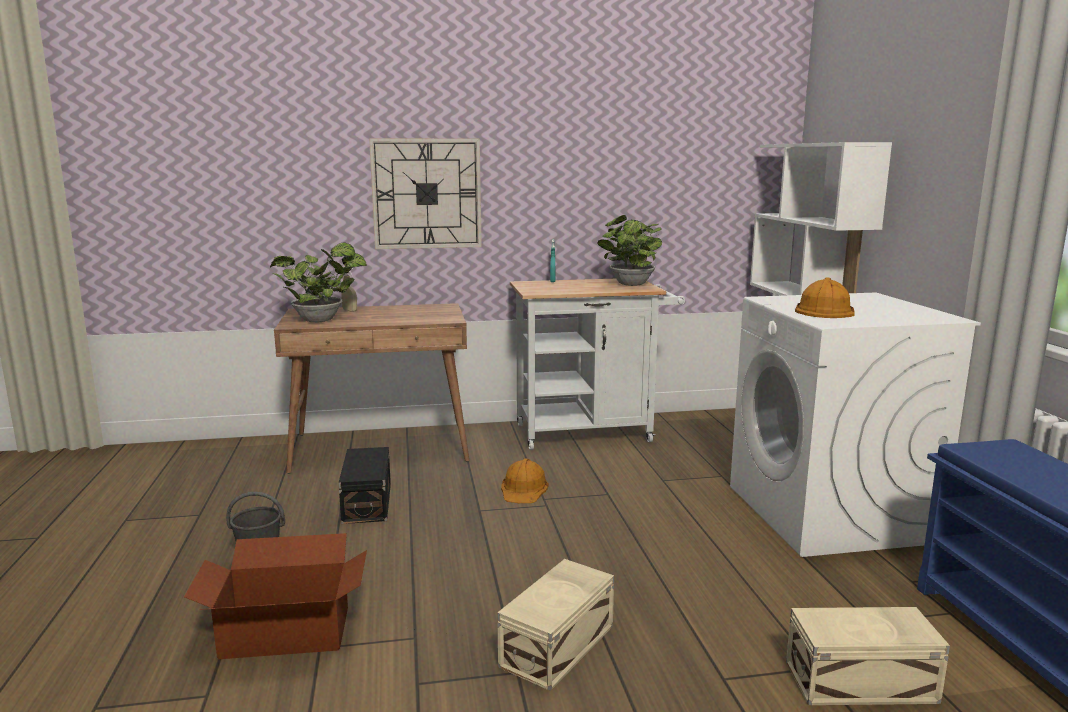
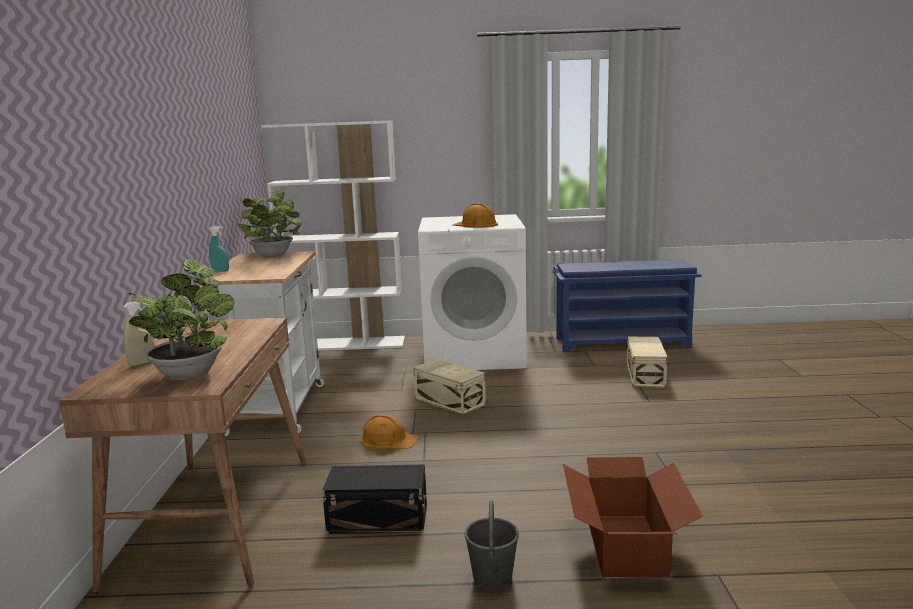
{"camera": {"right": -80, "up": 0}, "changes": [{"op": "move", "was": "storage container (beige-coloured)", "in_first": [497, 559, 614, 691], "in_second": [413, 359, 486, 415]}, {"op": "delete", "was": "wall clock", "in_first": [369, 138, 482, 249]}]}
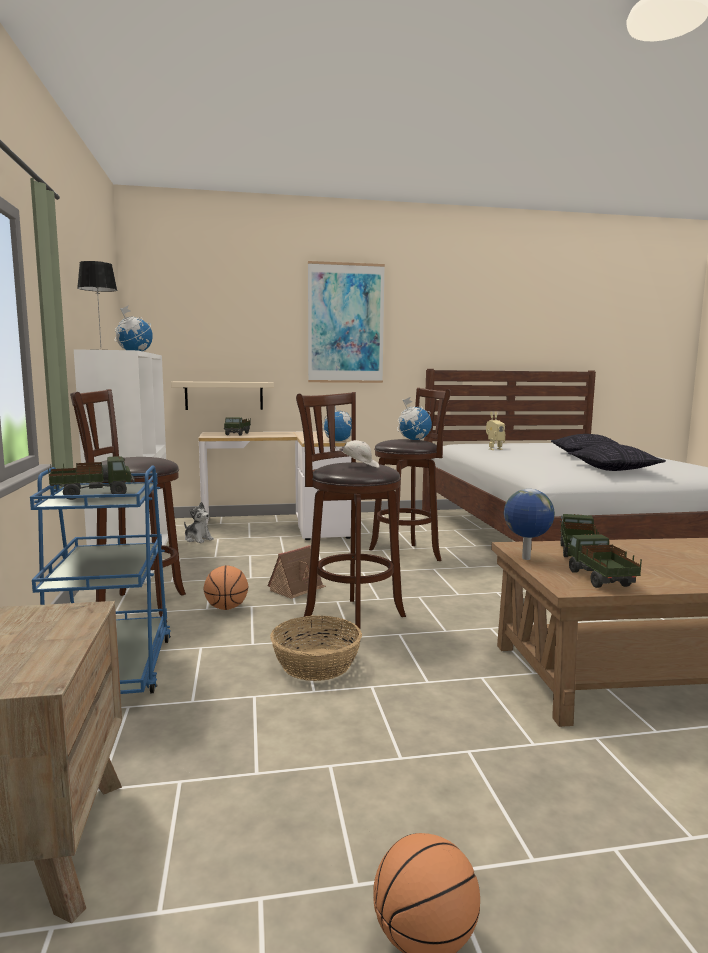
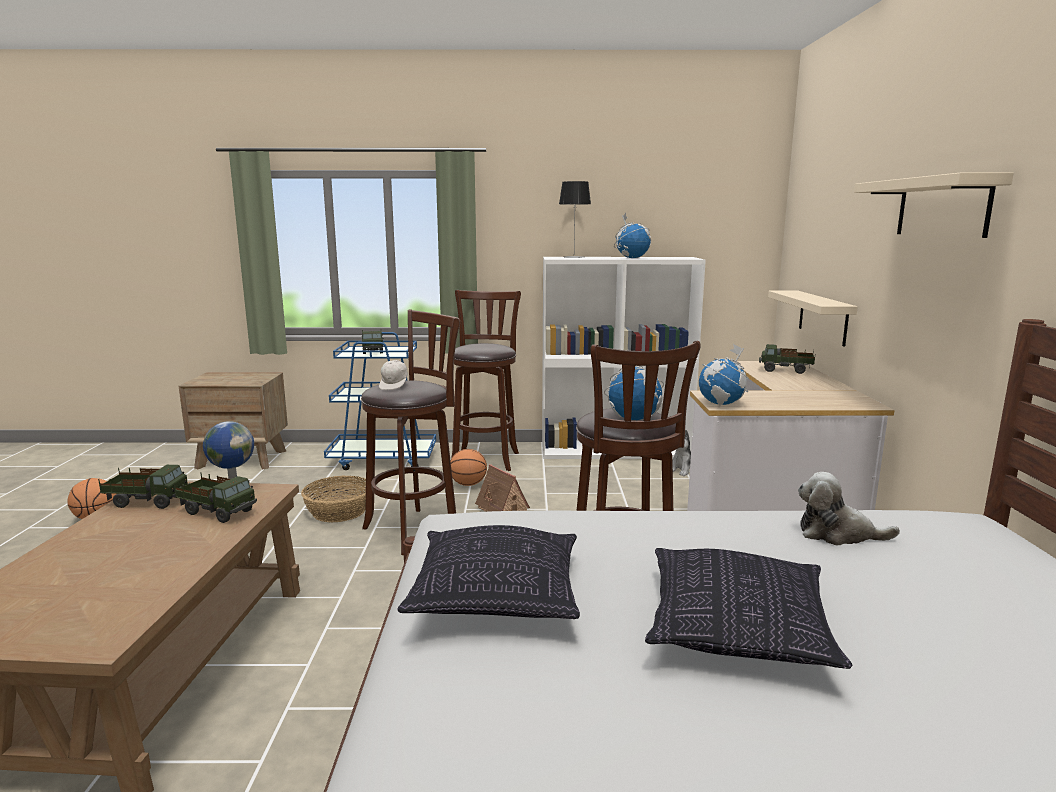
{"camera": {"right": 100, "up": 5}, "changes": [{"op": "replace", "was": "toy robot", "now": "soft toy", "in_first": [486, 412, 506, 450], "in_second": [798, 472, 900, 545]}, {"op": "replace", "was": "picture", "now": "bracket shelf (beige-coloured)", "in_first": [308, 261, 385, 383], "in_second": [854, 172, 1014, 238]}]}
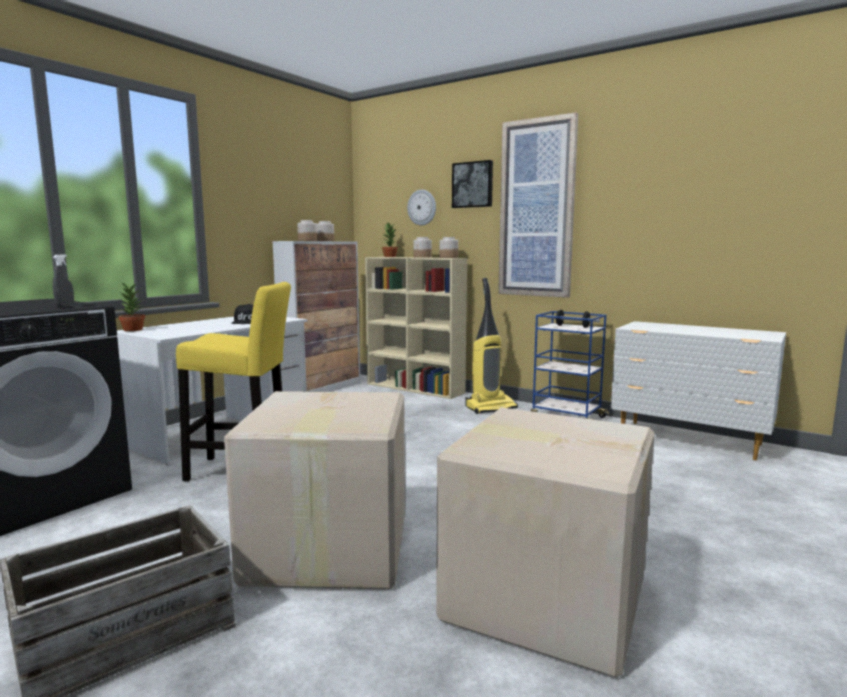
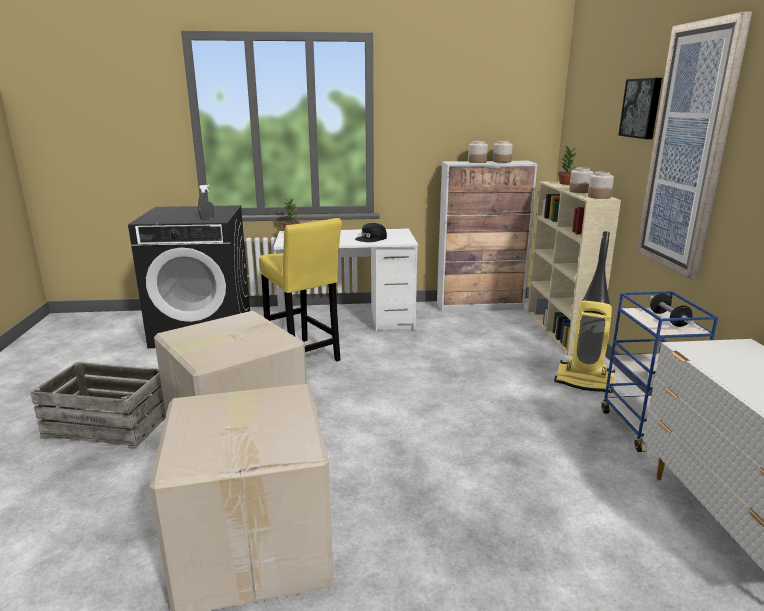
{"camera": {"right": 50, "up": 10}, "changes": [{"op": "delete", "was": "wall clock", "in_first": [407, 189, 436, 225]}]}
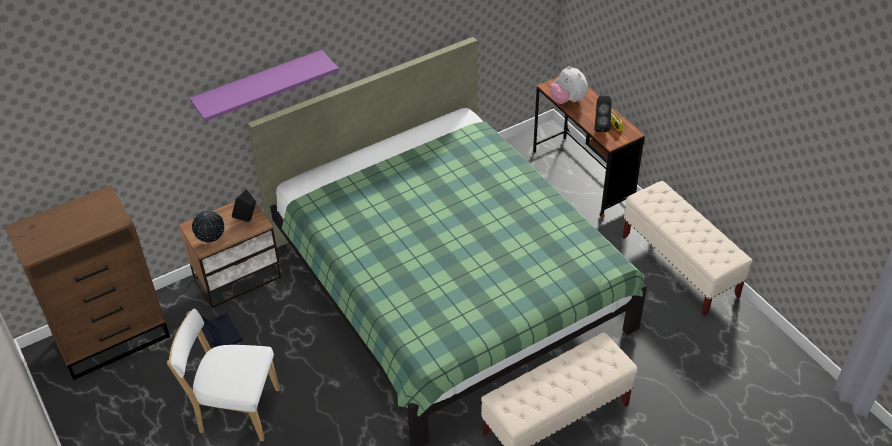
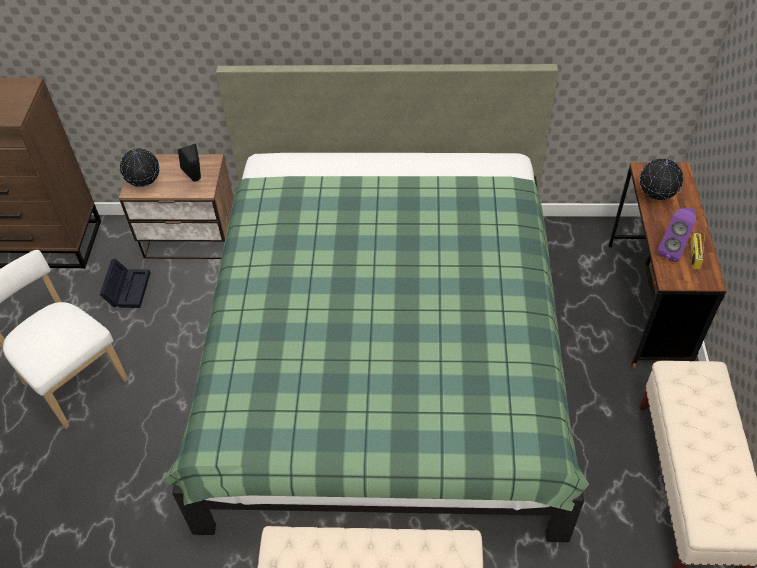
{"camera": {"right": 35, "up": 5}, "changes": [{"op": "replace", "was": "soft toy", "now": "desk globe", "in_first": [550, 66, 588, 104], "in_second": [640, 159, 683, 200]}, {"op": "recolor", "was": "audio speaker (black-coloured)", "now": "audio speaker (purple)", "in_first": [595, 94, 612, 132], "in_second": [658, 208, 696, 262]}, {"op": "delete", "was": "bracket shelf (purple)", "in_first": [189, 50, 339, 121]}]}
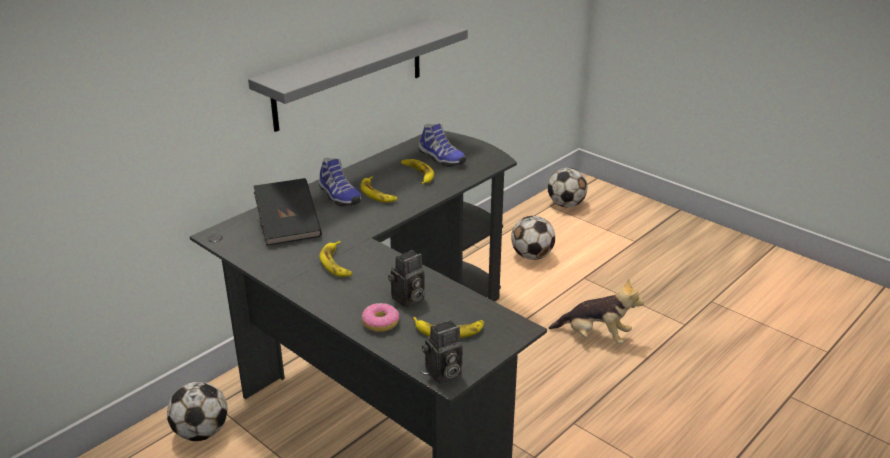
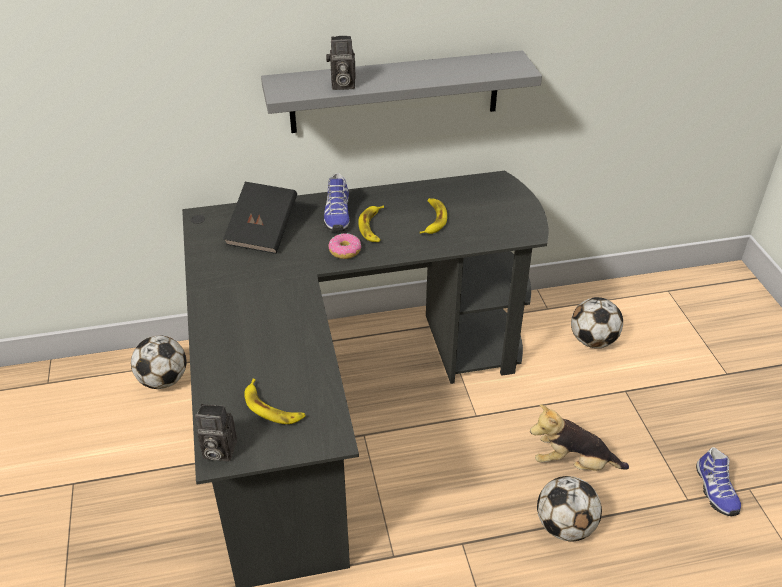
{"camera": {"right": 35, "up": 10}, "changes": [{"op": "move", "was": "still camera", "in_first": [388, 250, 425, 308], "in_second": [326, 36, 356, 90]}, {"op": "move", "was": "doughnut", "in_first": [362, 303, 399, 332], "in_second": [328, 233, 361, 259]}, {"op": "rotate", "was": "soft toy", "in_first": [548, 278, 644, 344], "in_second": [530, 404, 629, 471], "clockwise": 135}, {"op": "move", "was": "ball for football", "in_first": [548, 167, 588, 208], "in_second": [537, 476, 602, 542]}, {"op": "move", "was": "shoe", "in_first": [419, 124, 466, 167], "in_second": [696, 447, 741, 516]}, {"op": "delete", "was": "banana fruit", "in_first": [319, 241, 352, 277]}]}
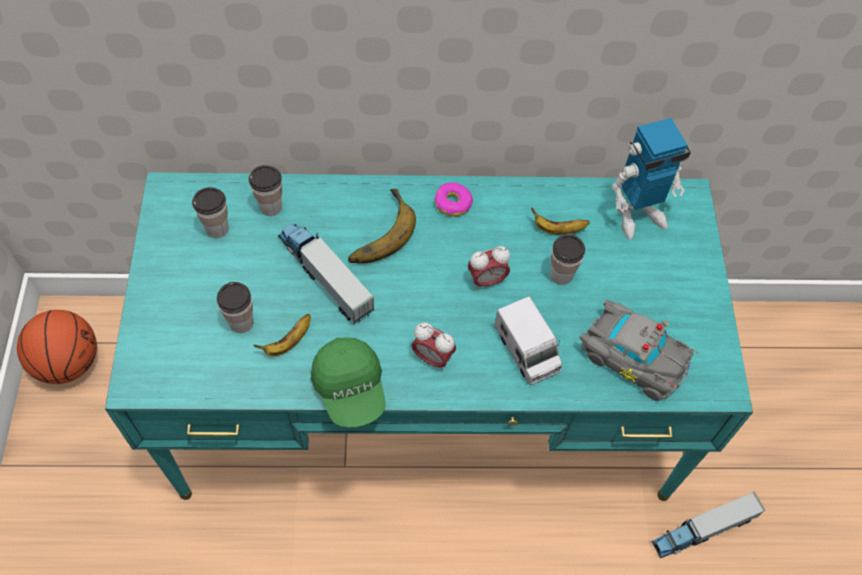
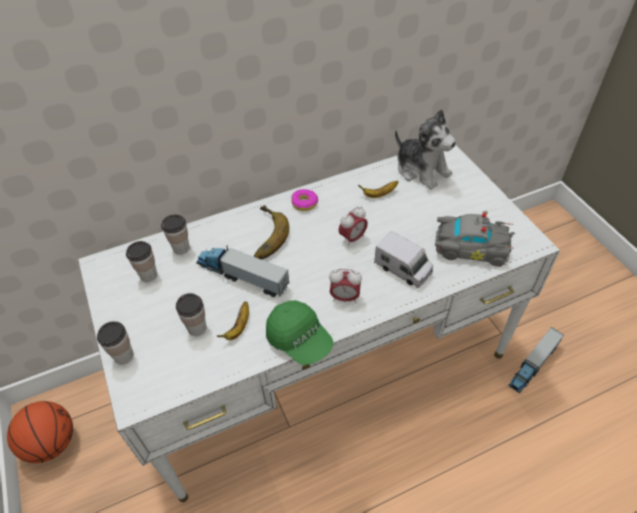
{"camera": {"right": -20, "up": -10}, "changes": [{"op": "recolor", "was": "desk table (turquoise-coloured)", "now": "desk table (white-coloured)", "in_first": [105, 172, 753, 501], "in_second": [78, 145, 560, 502]}, {"op": "move", "was": "small cup", "in_first": [550, 234, 585, 285], "in_second": [97, 321, 134, 365]}, {"op": "replace", "was": "toy robot", "now": "soft toy", "in_first": [612, 118, 691, 240], "in_second": [395, 109, 456, 190]}]}
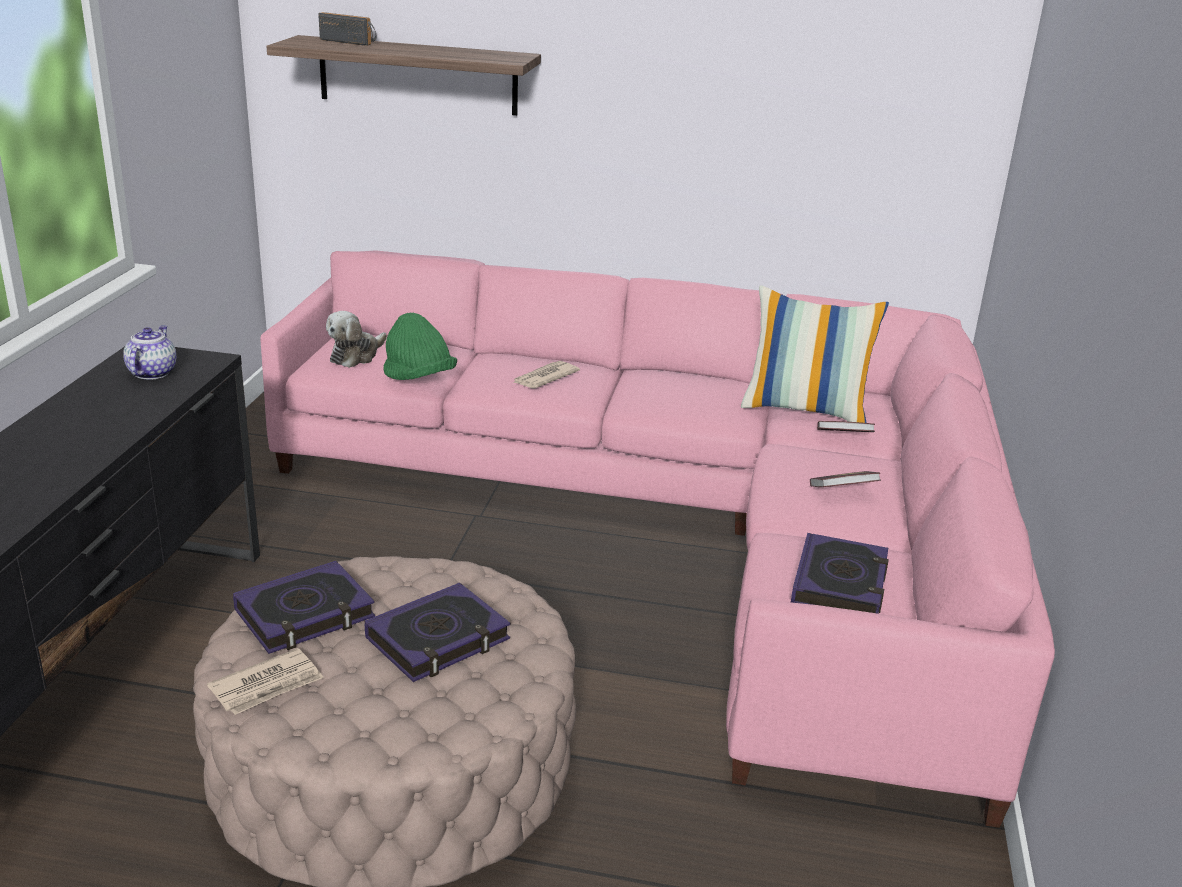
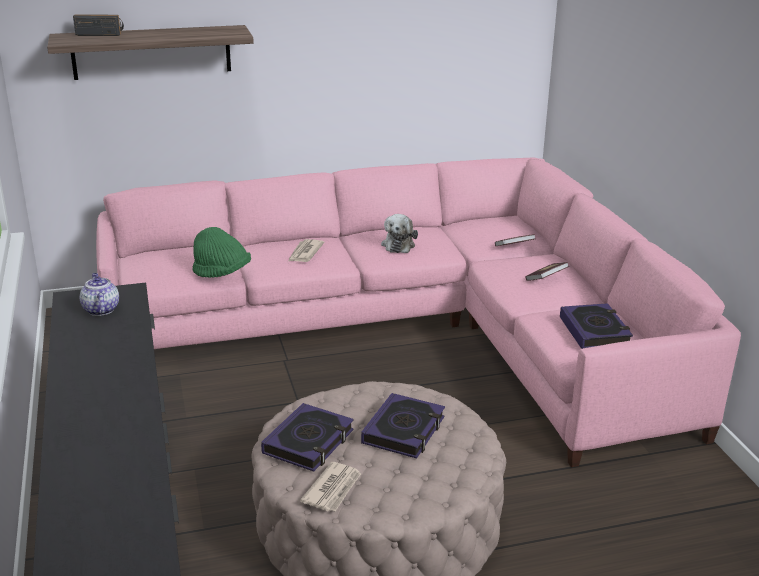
{"camera": {"right": -25, "up": 0}, "changes": [{"op": "move", "was": "soft toy", "in_first": [326, 311, 387, 368], "in_second": [381, 214, 418, 253]}, {"op": "delete", "was": "cushion", "in_first": [741, 285, 889, 423]}]}
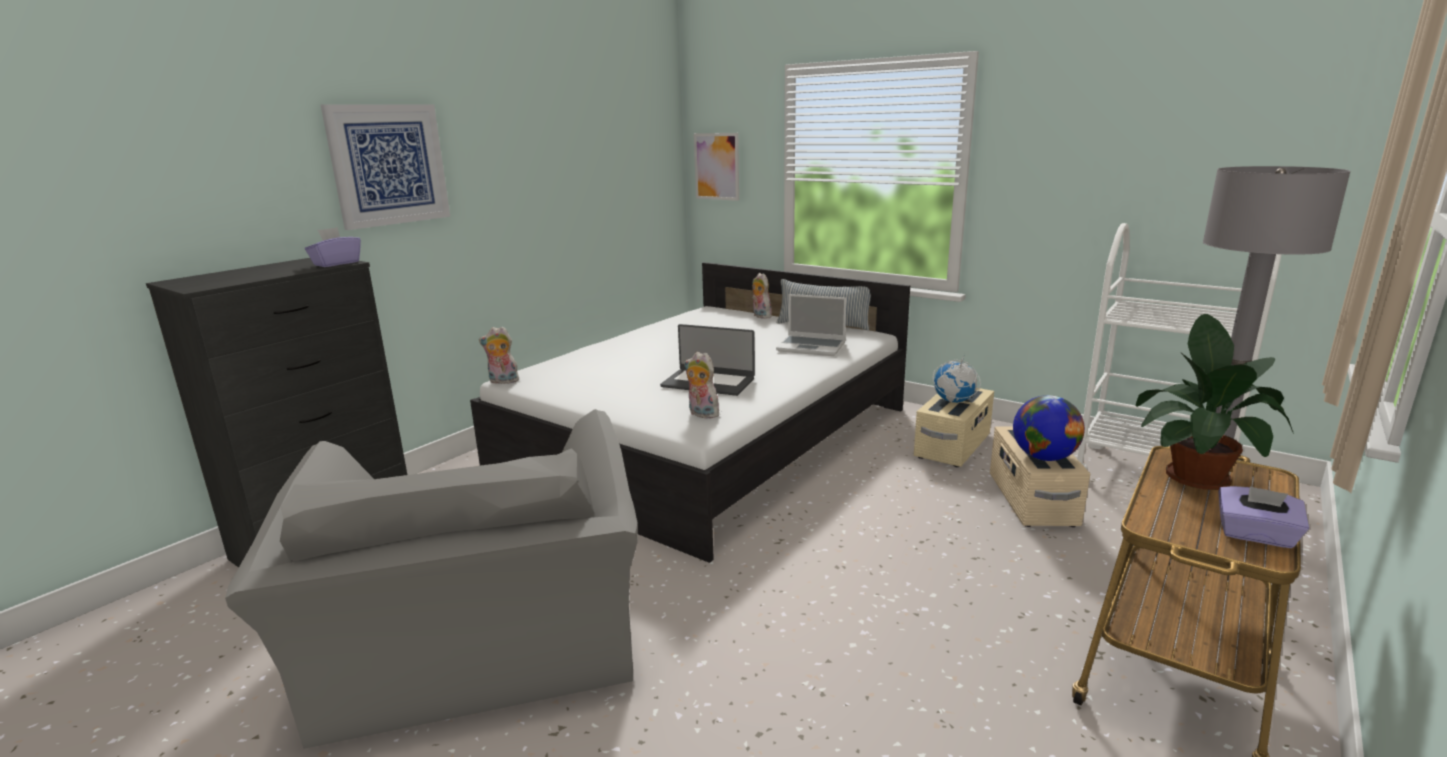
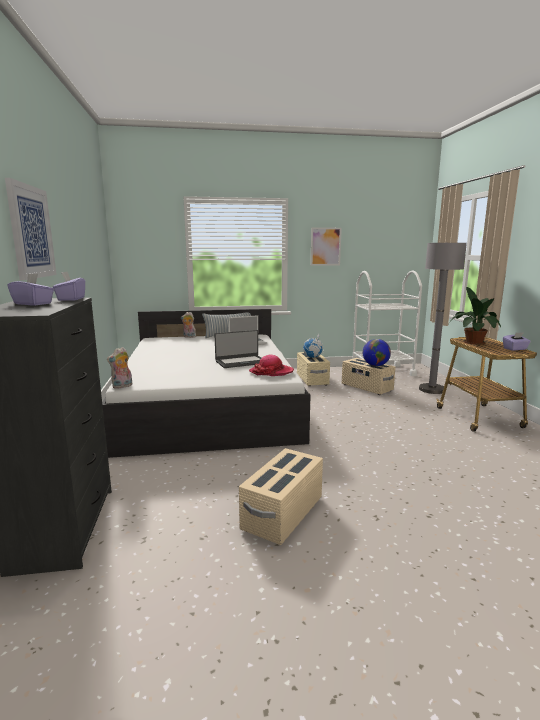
{"camera": {"right": -45, "up": -5}, "changes": [{"op": "insert", "now": "tissue box (purple)", "in_second": [7, 273, 54, 306]}, {"op": "replace", "was": "armchair (greyish)", "now": "storage container (beige-coloured)", "in_first": [225, 409, 638, 749], "in_second": [239, 448, 323, 545]}, {"op": "replace", "was": "soft toy", "now": "clothing hat", "in_first": [684, 352, 722, 419], "in_second": [249, 355, 294, 376]}, {"op": "move", "was": "picture", "in_first": [694, 133, 739, 201], "in_second": [310, 227, 342, 266]}]}
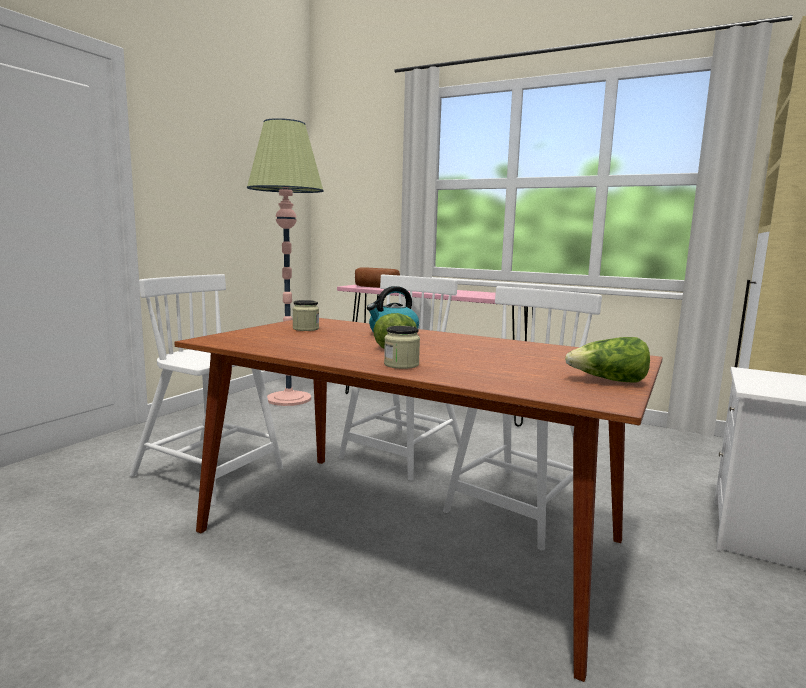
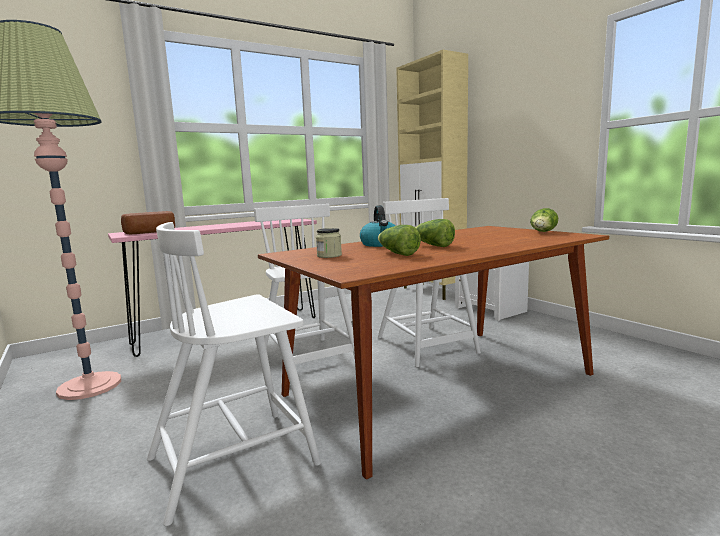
{"camera": {"right": -60, "up": 0}, "changes": [{"op": "insert", "now": "lettuce", "in_second": [378, 225, 421, 256]}, {"op": "delete", "was": "storage jar", "in_first": [384, 326, 420, 369]}]}
